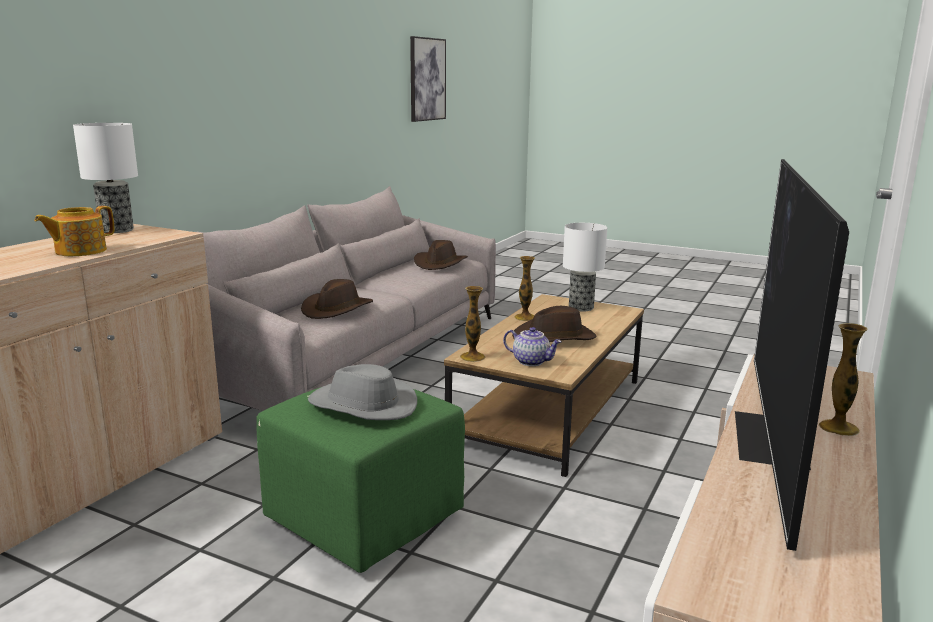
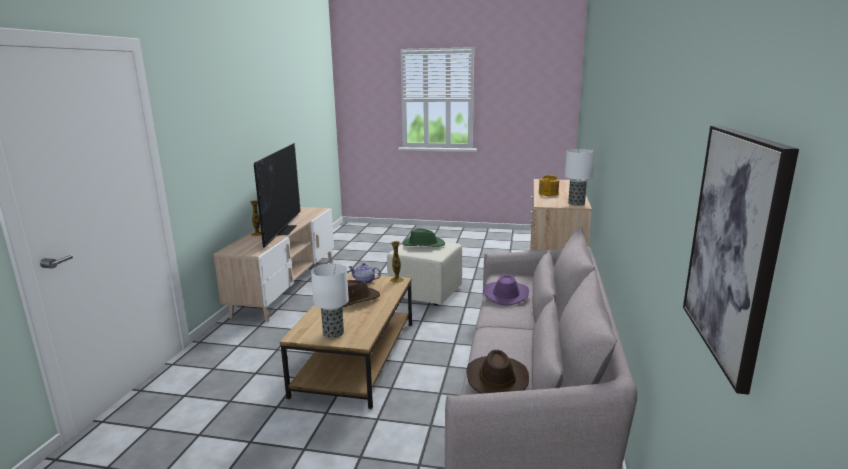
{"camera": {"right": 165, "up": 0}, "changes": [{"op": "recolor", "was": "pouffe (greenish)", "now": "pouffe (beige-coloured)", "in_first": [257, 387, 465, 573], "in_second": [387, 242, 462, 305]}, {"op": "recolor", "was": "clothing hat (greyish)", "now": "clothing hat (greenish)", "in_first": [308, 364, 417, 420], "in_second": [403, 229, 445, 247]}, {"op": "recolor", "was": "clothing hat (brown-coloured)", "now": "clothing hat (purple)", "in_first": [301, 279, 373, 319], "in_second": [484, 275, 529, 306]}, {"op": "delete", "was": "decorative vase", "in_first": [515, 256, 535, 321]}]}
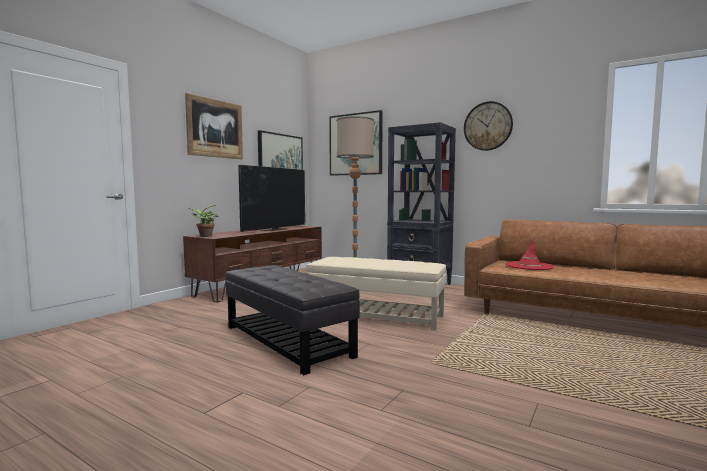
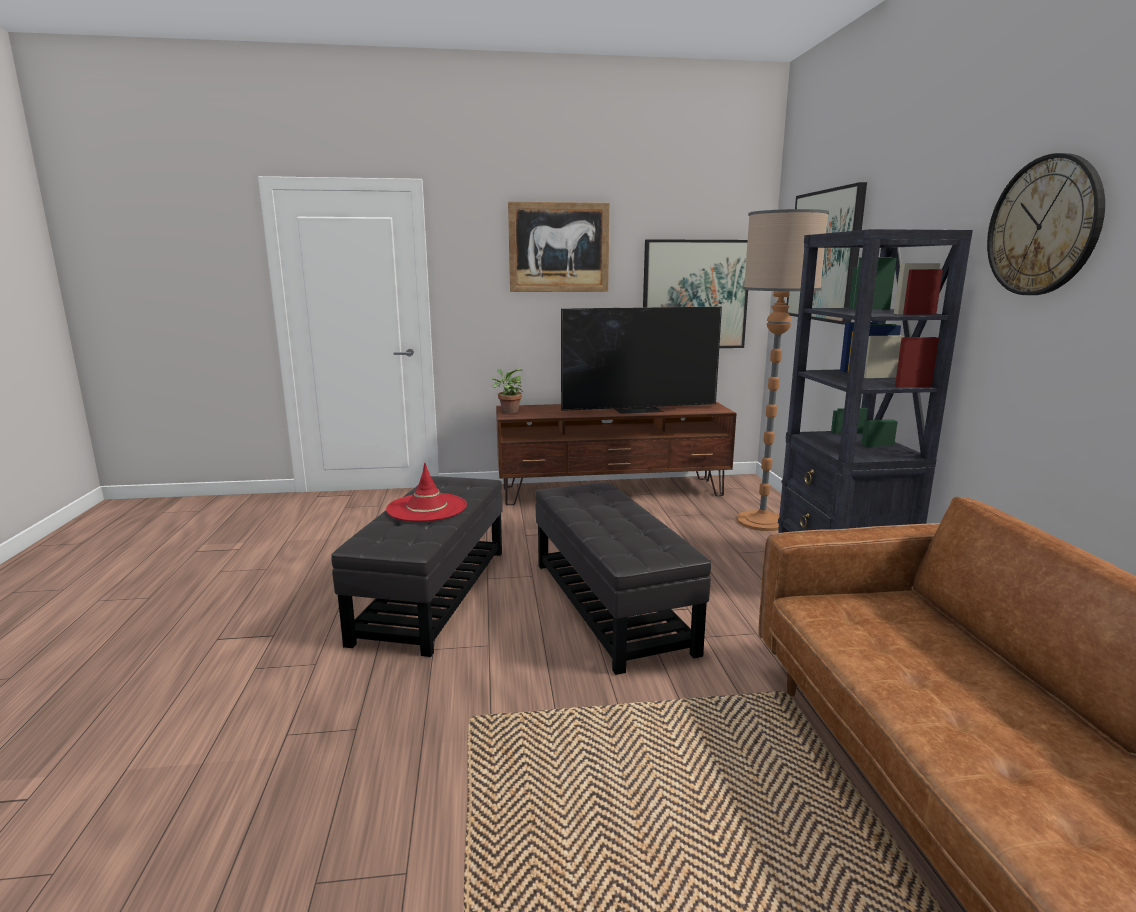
{"camera": {"right": 50, "up": 10}, "changes": [{"op": "move", "was": "clothing hat (red-coloured)", "in_first": [506, 239, 554, 270], "in_second": [386, 463, 467, 522]}, {"op": "recolor", "was": "pouffe (beige-coloured)", "now": "pouffe (black-coloured)", "in_first": [306, 257, 446, 331], "in_second": [536, 482, 711, 675]}]}
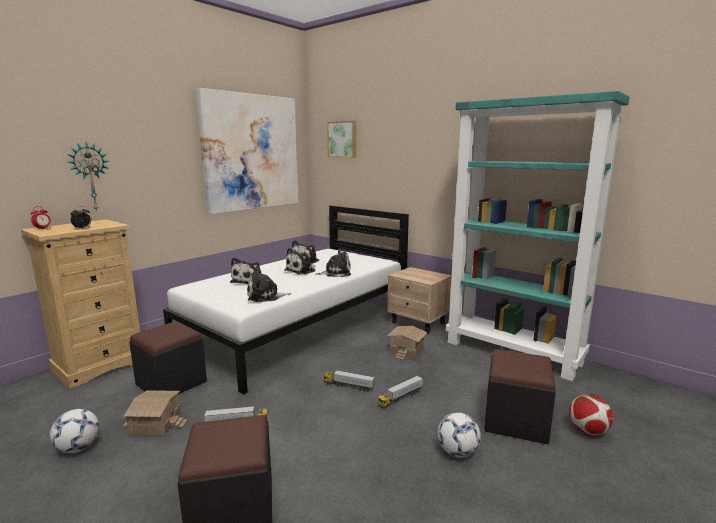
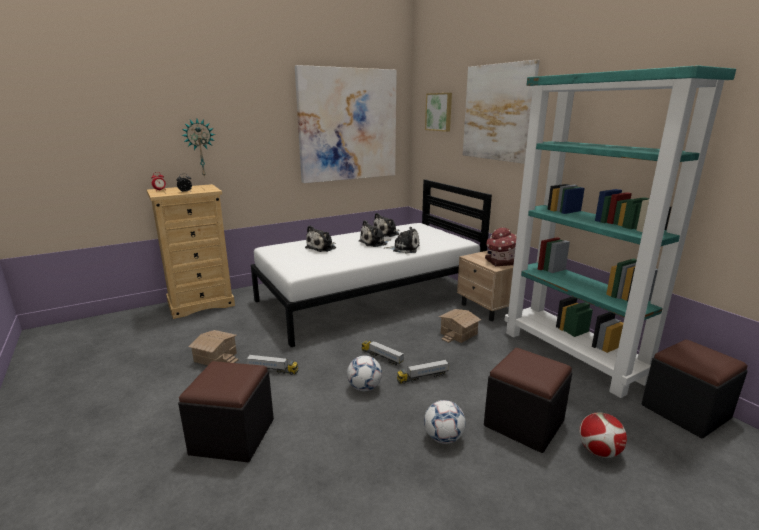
{"camera": {"right": 20, "up": 5}, "changes": [{"op": "move", "was": "ball for football", "in_first": [50, 409, 99, 453], "in_second": [347, 355, 382, 391]}, {"op": "insert", "now": "picture", "in_second": [463, 59, 540, 164]}, {"op": "insert", "now": "miniature house", "in_second": [485, 227, 517, 266]}, {"op": "move", "was": "pouffe (black-coloured)", "in_first": [129, 321, 207, 394], "in_second": [642, 340, 748, 438]}, {"op": "delete", "was": "soft toy", "in_first": [247, 267, 291, 302]}]}
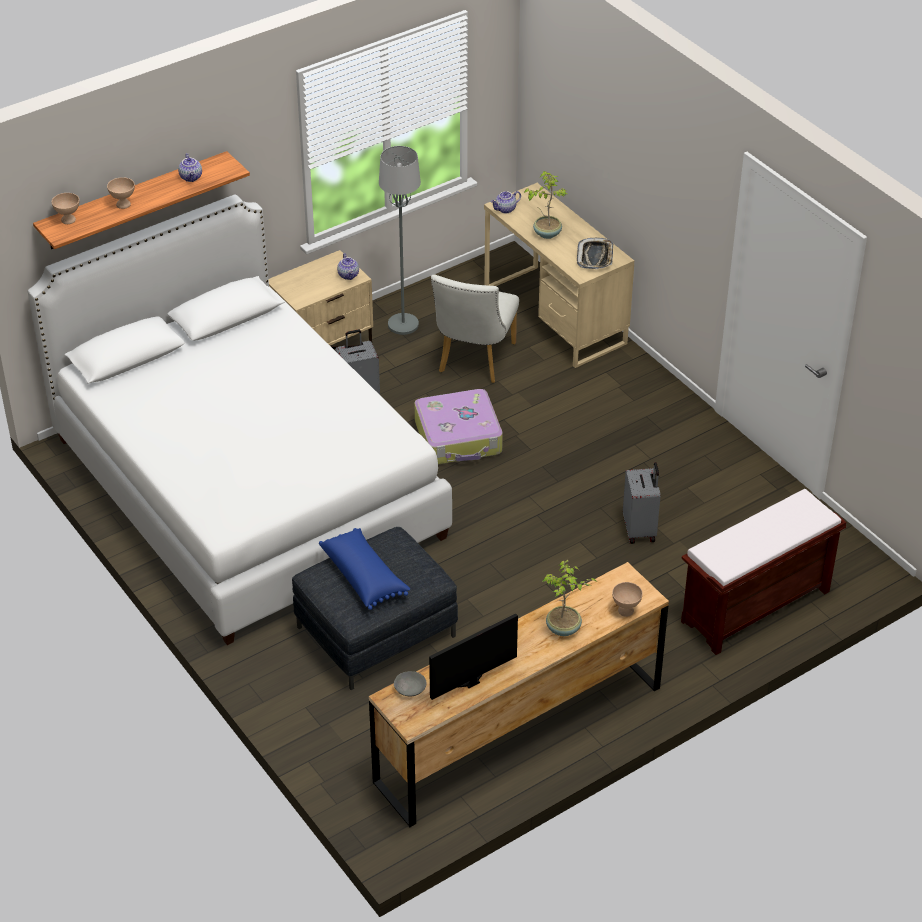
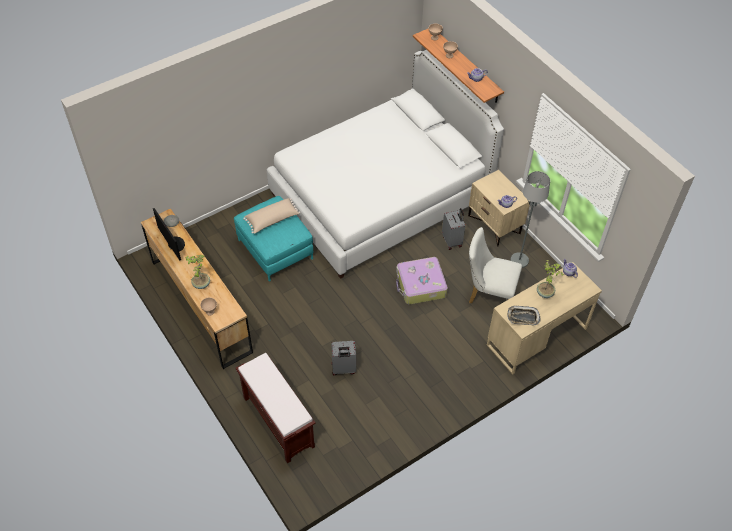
{"camera": {"right": 90, "up": 10}, "changes": [{"op": "recolor", "was": "pouffe (greyish)", "now": "pouffe (turquoise-coloured)", "in_first": [292, 527, 458, 690], "in_second": [234, 196, 313, 282]}, {"op": "recolor", "was": "cushion (blue)", "now": "cushion (beige-coloured)", "in_first": [319, 528, 410, 610], "in_second": [243, 198, 300, 234]}]}
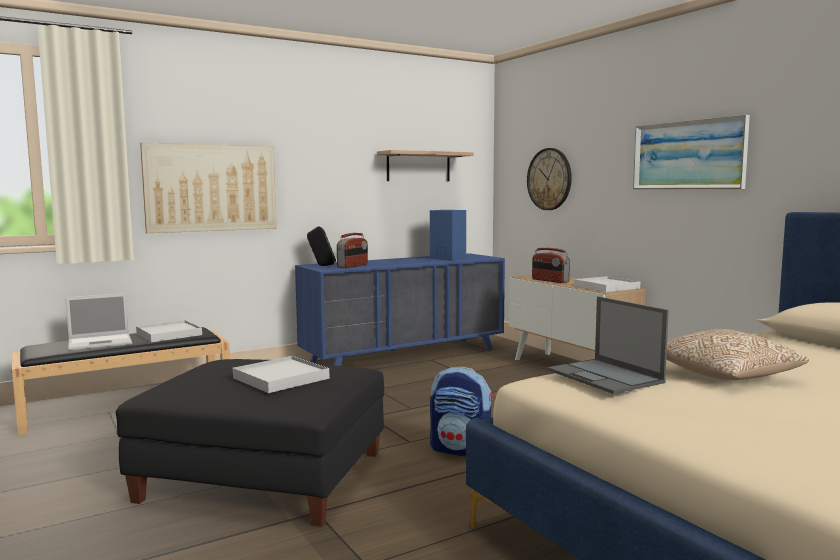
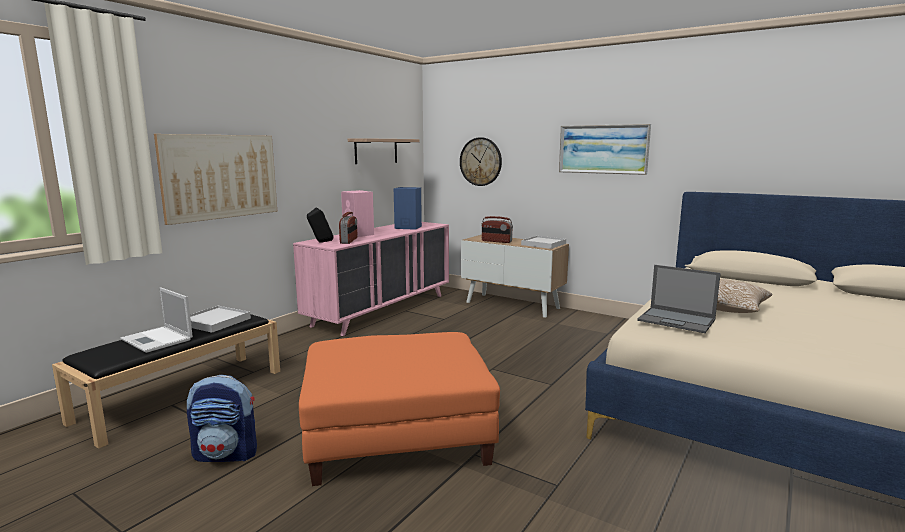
{"camera": {"right": -25, "up": 5}, "changes": [{"op": "rotate", "was": "laptop", "in_first": [65, 293, 132, 351], "in_second": [120, 287, 193, 353], "clockwise": 90}, {"op": "move", "was": "knapsack", "in_first": [430, 367, 494, 456], "in_second": [187, 374, 257, 462]}, {"op": "recolor", "was": "drawer chest (blue)", "now": "drawer chest (pinkish)", "in_first": [295, 253, 505, 366], "in_second": [293, 222, 449, 336]}, {"op": "recolor", "was": "pouffe (black-coloured)", "now": "pouffe (orange)", "in_first": [116, 359, 384, 527], "in_second": [299, 332, 500, 486]}, {"op": "insert", "now": "audio speaker (pinkish)", "in_second": [341, 190, 374, 237]}, {"op": "delete", "was": "serving tray (white-coloured)", "in_first": [233, 356, 329, 393]}]}
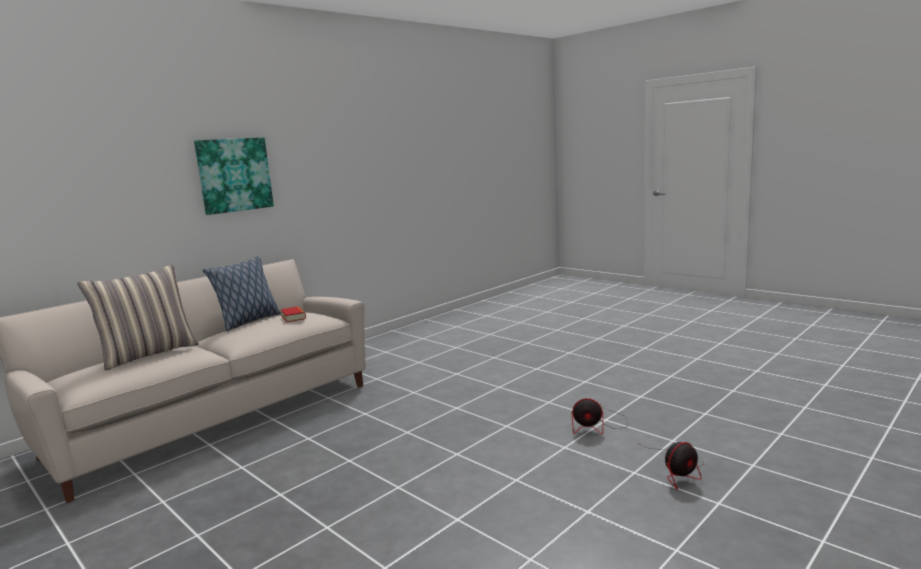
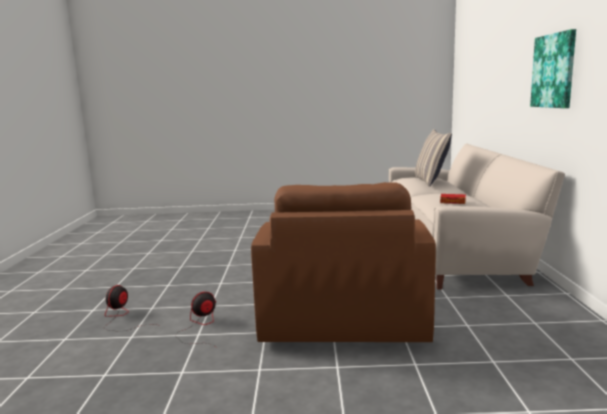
{"camera": {"right": 135, "up": 0}, "changes": [{"op": "insert", "now": "armchair (brown-coloured)", "in_second": [251, 182, 436, 342]}, {"op": "delete", "was": "cushion", "in_first": [203, 256, 281, 331]}]}
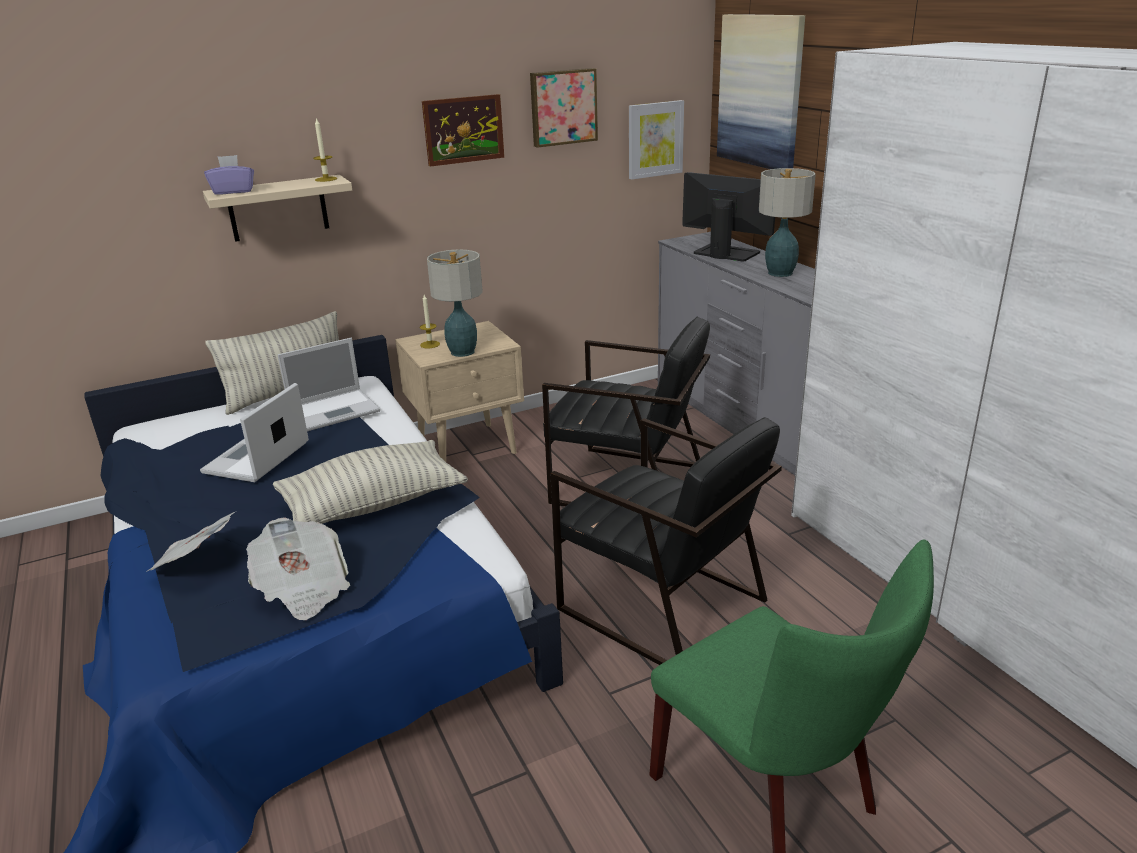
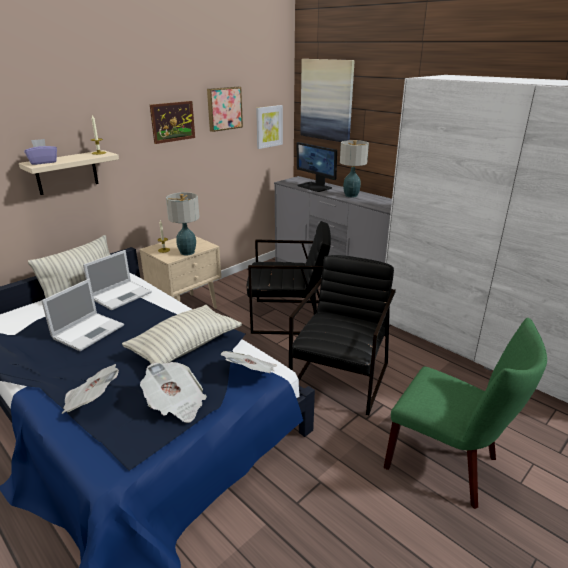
{"camera": {"right": -20, "up": 0}, "changes": [{"op": "rotate", "was": "laptop", "in_first": [200, 383, 309, 482], "in_second": [41, 279, 124, 351], "clockwise": -150}, {"op": "insert", "now": "newspaper", "in_second": [221, 351, 277, 373]}, {"op": "rotate", "was": "armchair (black-coloured)", "in_first": [550, 417, 782, 665], "in_second": [289, 255, 396, 415], "clockwise": -90}, {"op": "rotate", "was": "monitor", "in_first": [682, 172, 775, 262], "in_second": [296, 142, 337, 192], "clockwise": -150}]}
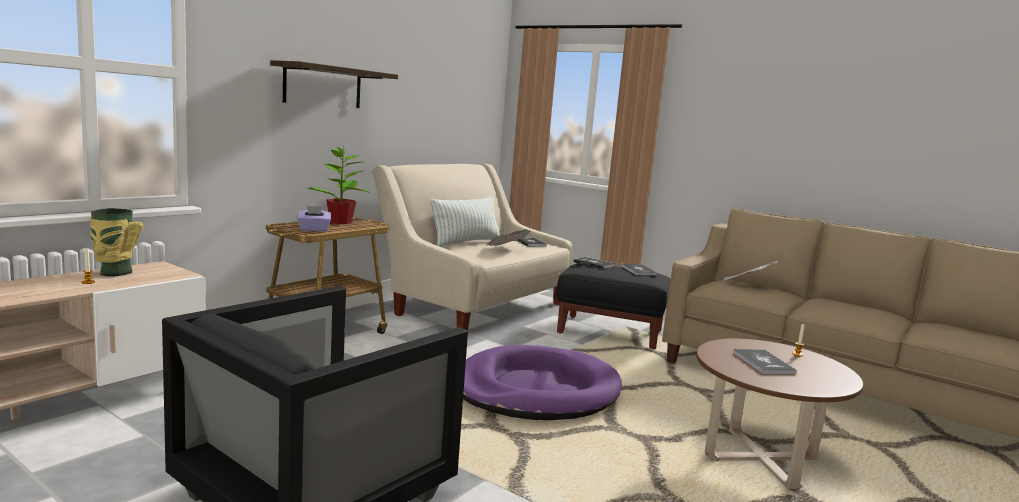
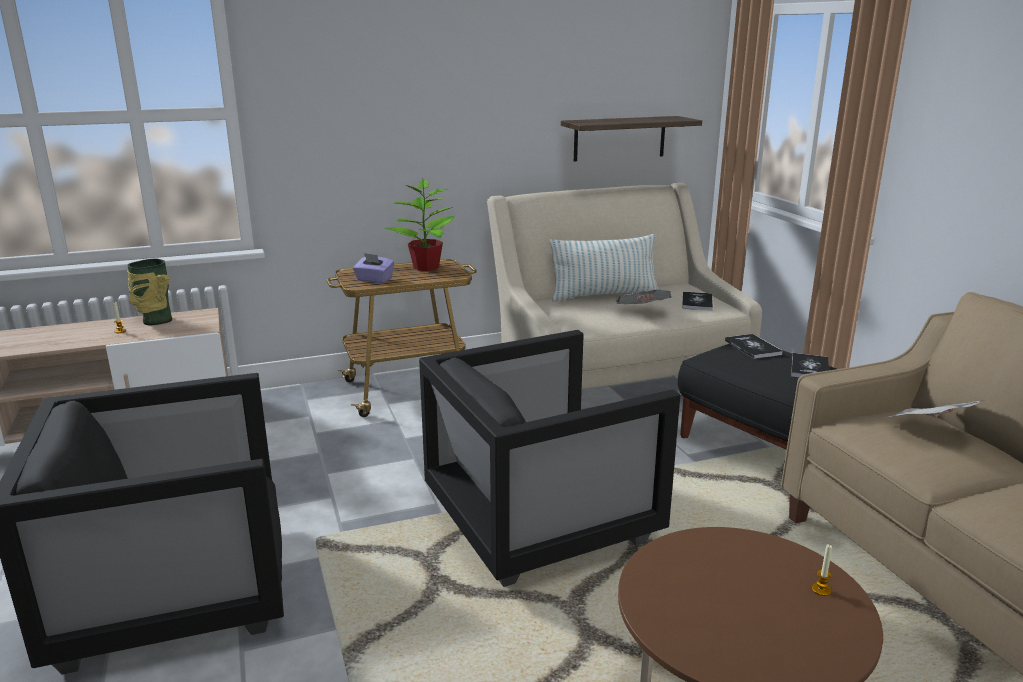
{"camera": {"right": 35, "up": 10}, "changes": [{"op": "replace", "was": "pet bed (purple)", "now": "armchair (black-coloured)", "in_first": [463, 345, 622, 420], "in_second": [419, 330, 680, 587]}, {"op": "move", "was": "bracket shelf", "in_first": [270, 60, 398, 108], "in_second": [561, 116, 702, 161]}, {"op": "delete", "was": "bound book", "in_first": [733, 349, 796, 374]}]}
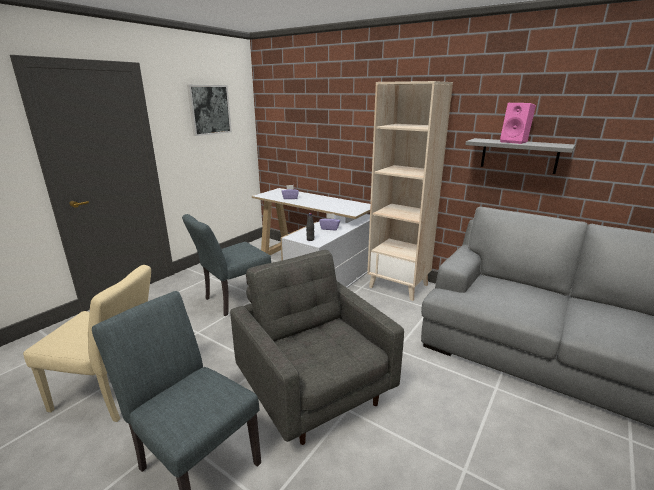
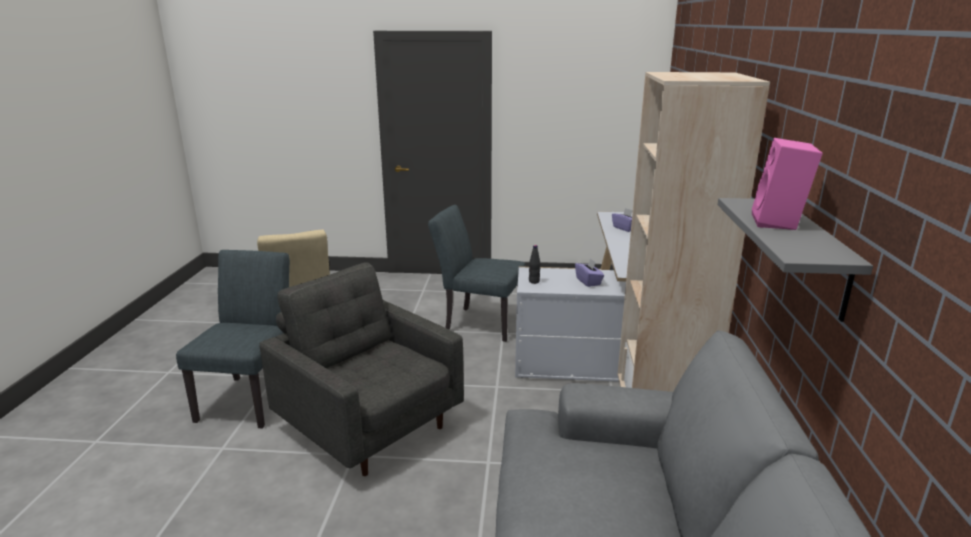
{"camera": {"right": 60, "up": 0}, "changes": [{"op": "rotate", "was": "armchair (greyish)", "in_first": [230, 250, 404, 445], "in_second": [259, 262, 464, 476], "clockwise": -75}, {"op": "delete", "was": "picture", "in_first": [187, 85, 232, 136]}]}
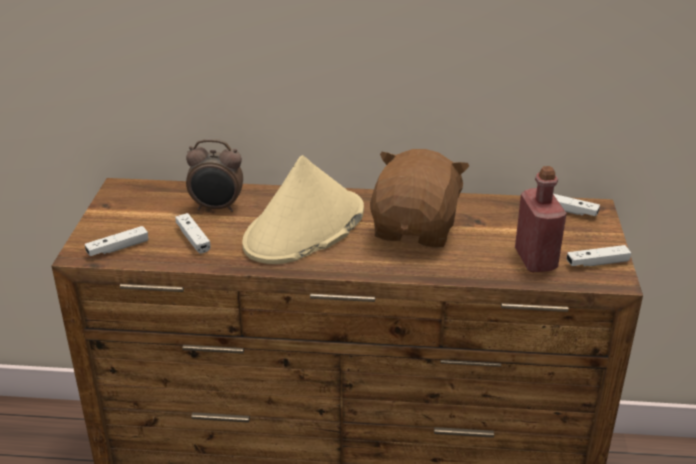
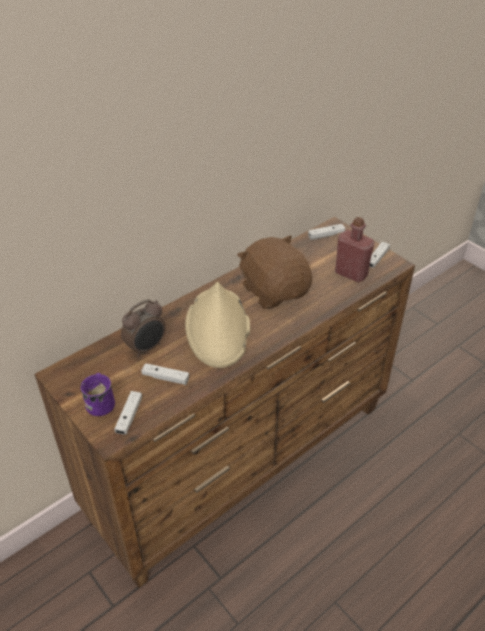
{"camera": {"right": -45, "up": 10}, "changes": [{"op": "insert", "now": "mug (purple)", "in_second": [80, 373, 115, 416]}]}
